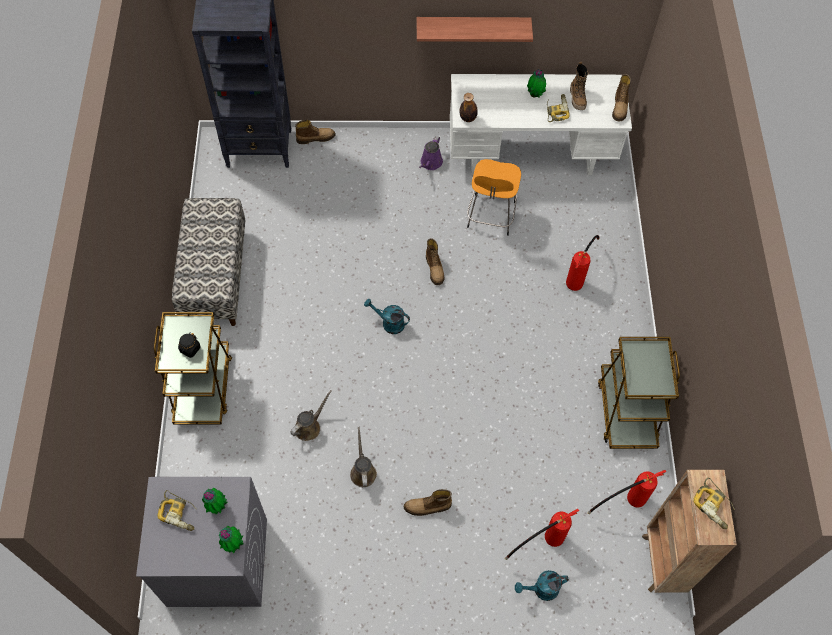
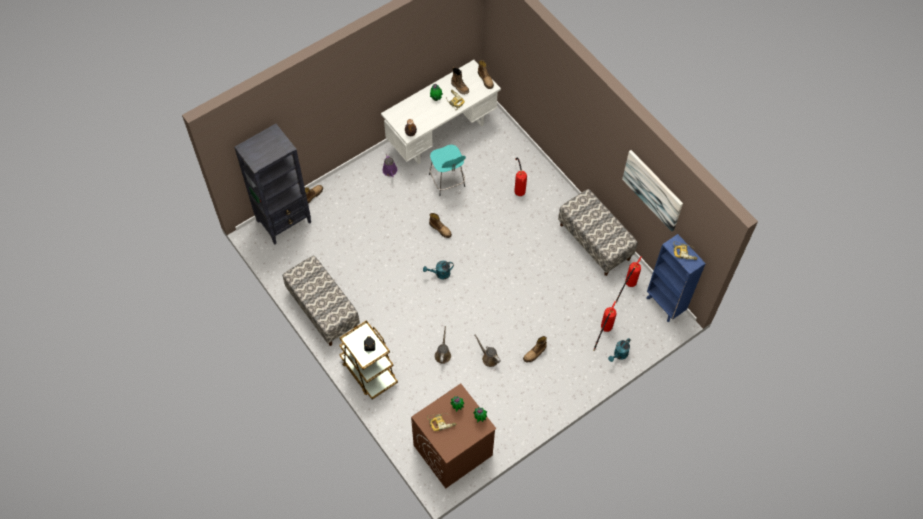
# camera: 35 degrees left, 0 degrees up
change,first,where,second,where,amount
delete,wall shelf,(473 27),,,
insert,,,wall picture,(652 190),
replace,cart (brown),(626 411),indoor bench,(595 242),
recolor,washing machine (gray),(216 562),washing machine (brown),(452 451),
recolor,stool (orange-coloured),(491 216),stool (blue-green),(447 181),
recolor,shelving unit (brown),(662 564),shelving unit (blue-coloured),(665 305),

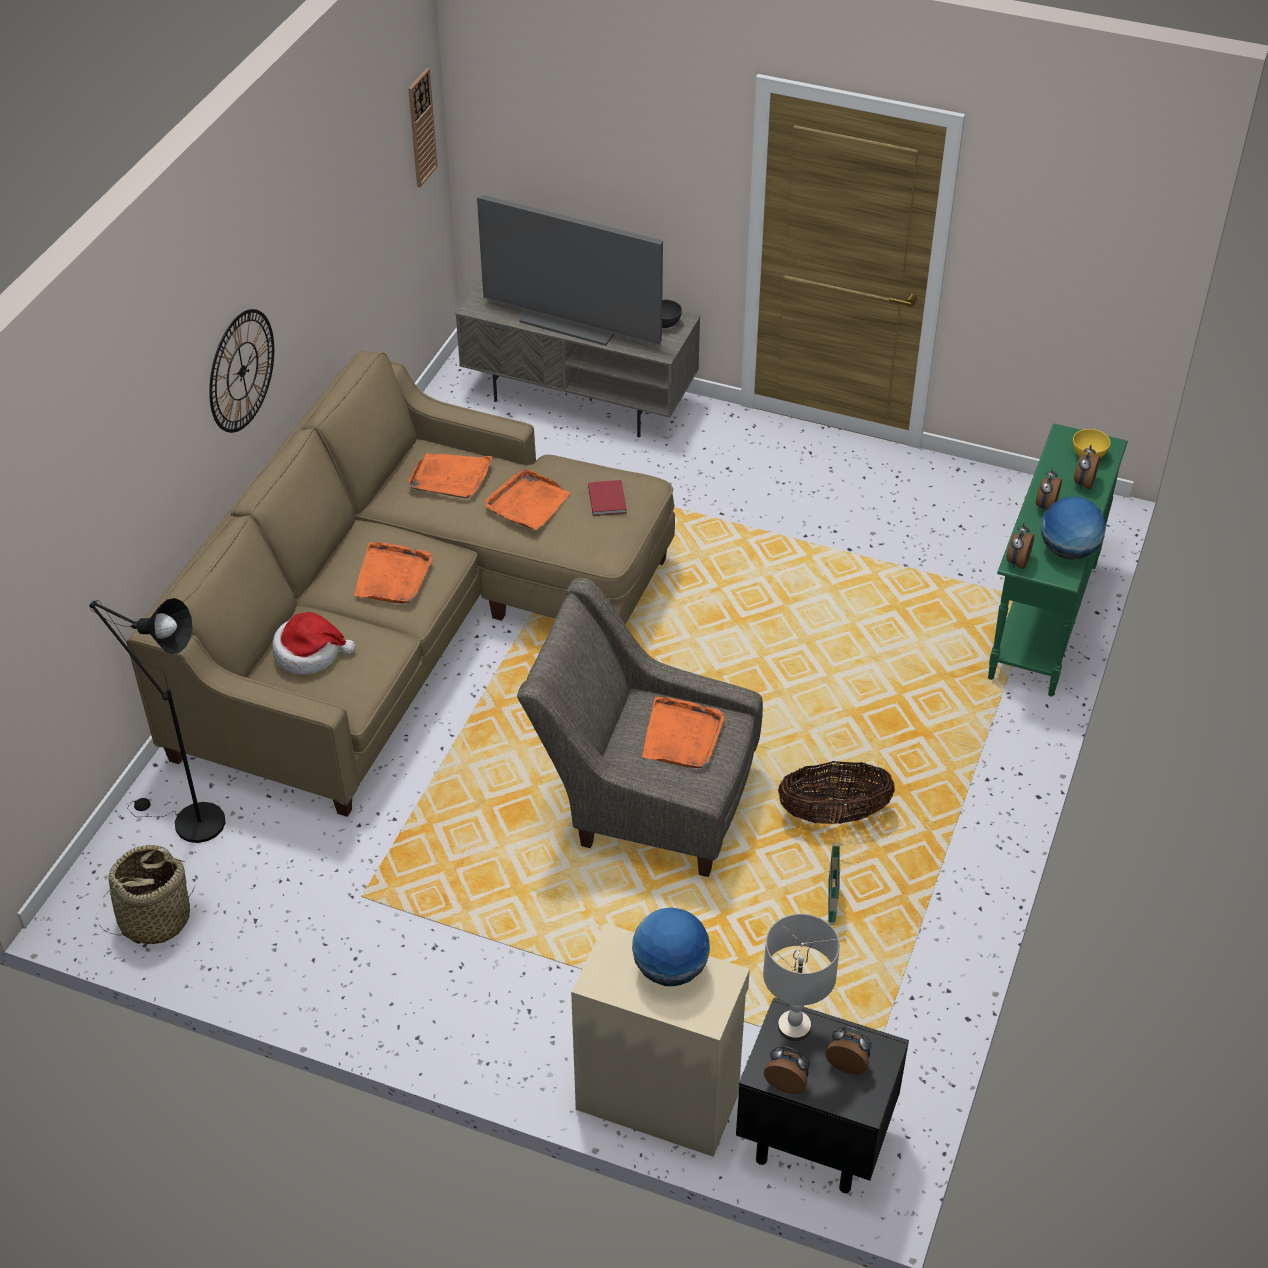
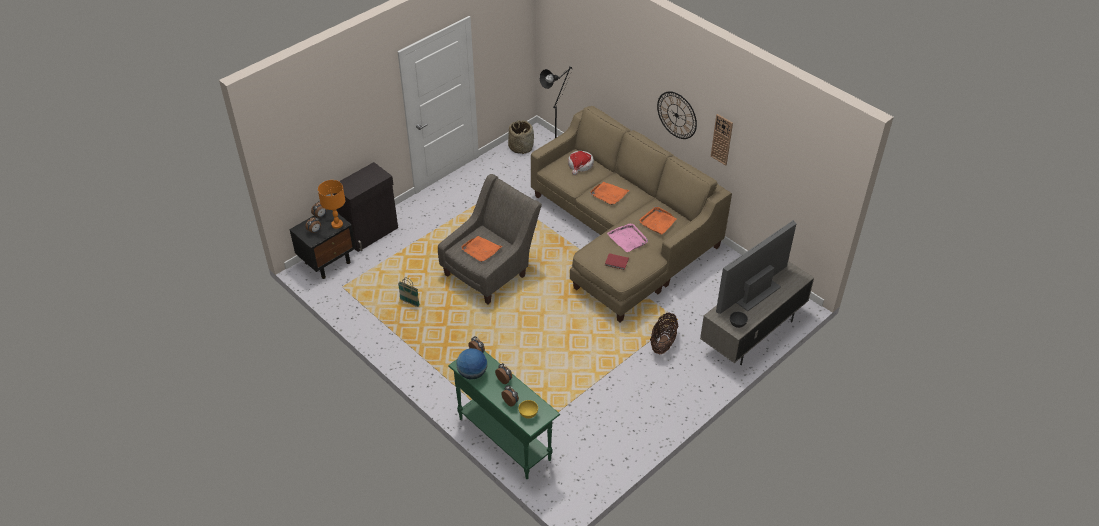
# camera: 115 degrees right, 0 degrees up
change,first,where,second,where,amount
delete,world globe,(670 969),,,
move,hanging clock,(421 128),,(722 139),
move,household basket,(833 814),,(663 343),
recolor,tray (orange-coloured),(527 503),tray (pinkish),(628 239),
recolor,storage cabinet (beige-coloured),(657 1098),storage cabinet (blackish),(371 233),
recolor,table lamp (gray),(794 1027),table lamp (orange-coloured),(337 224),

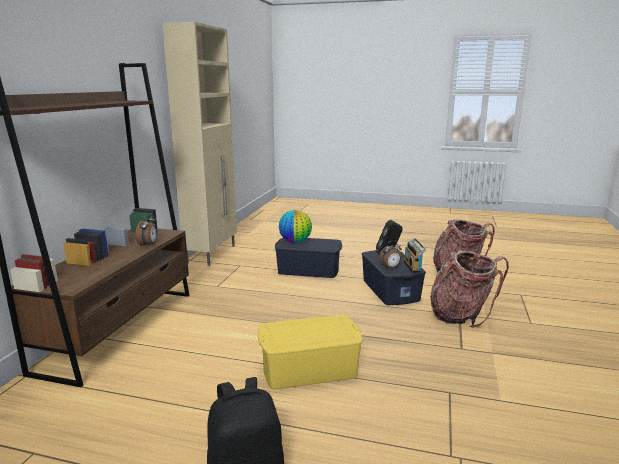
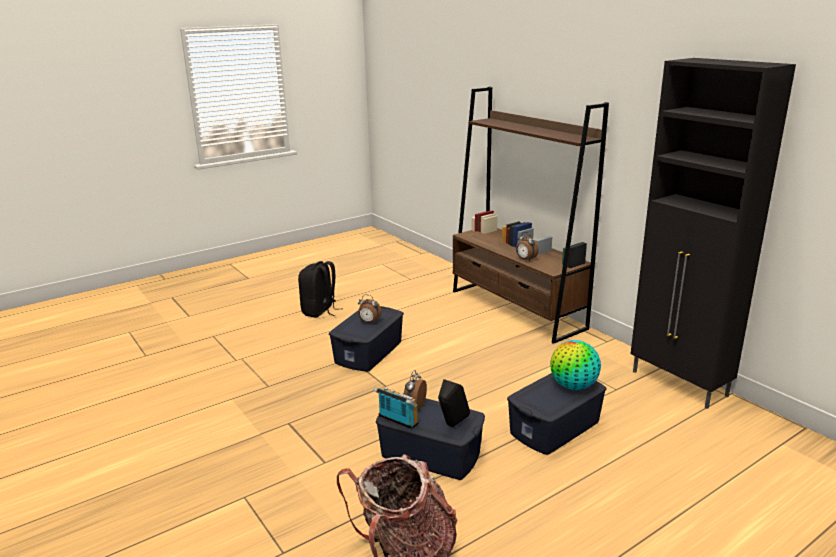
# camera: 130 degrees right, 5 degrees up
change,first,where,second,where,amount
delete,knapsack,(462 315),,,
insert,,,alarm clock,(369 322),
recolor,storage cabinet (beige-coloured),(212 254),storage cabinet (blackish),(679 384),
recolor,storage bin (yellowish),(309 369),storage bin (blue-coloured),(369 352),

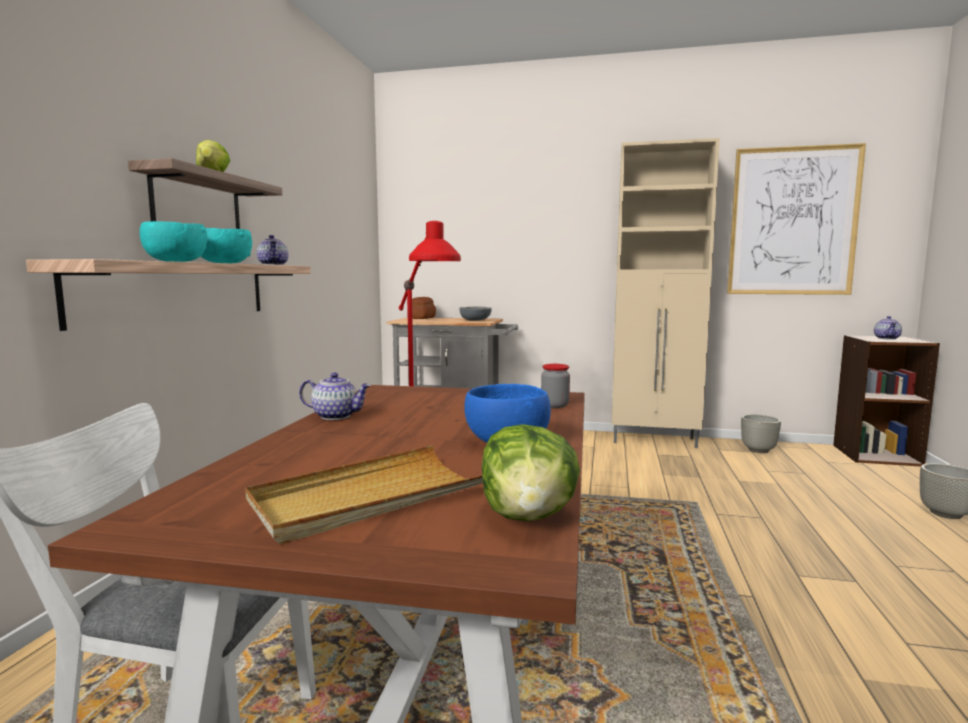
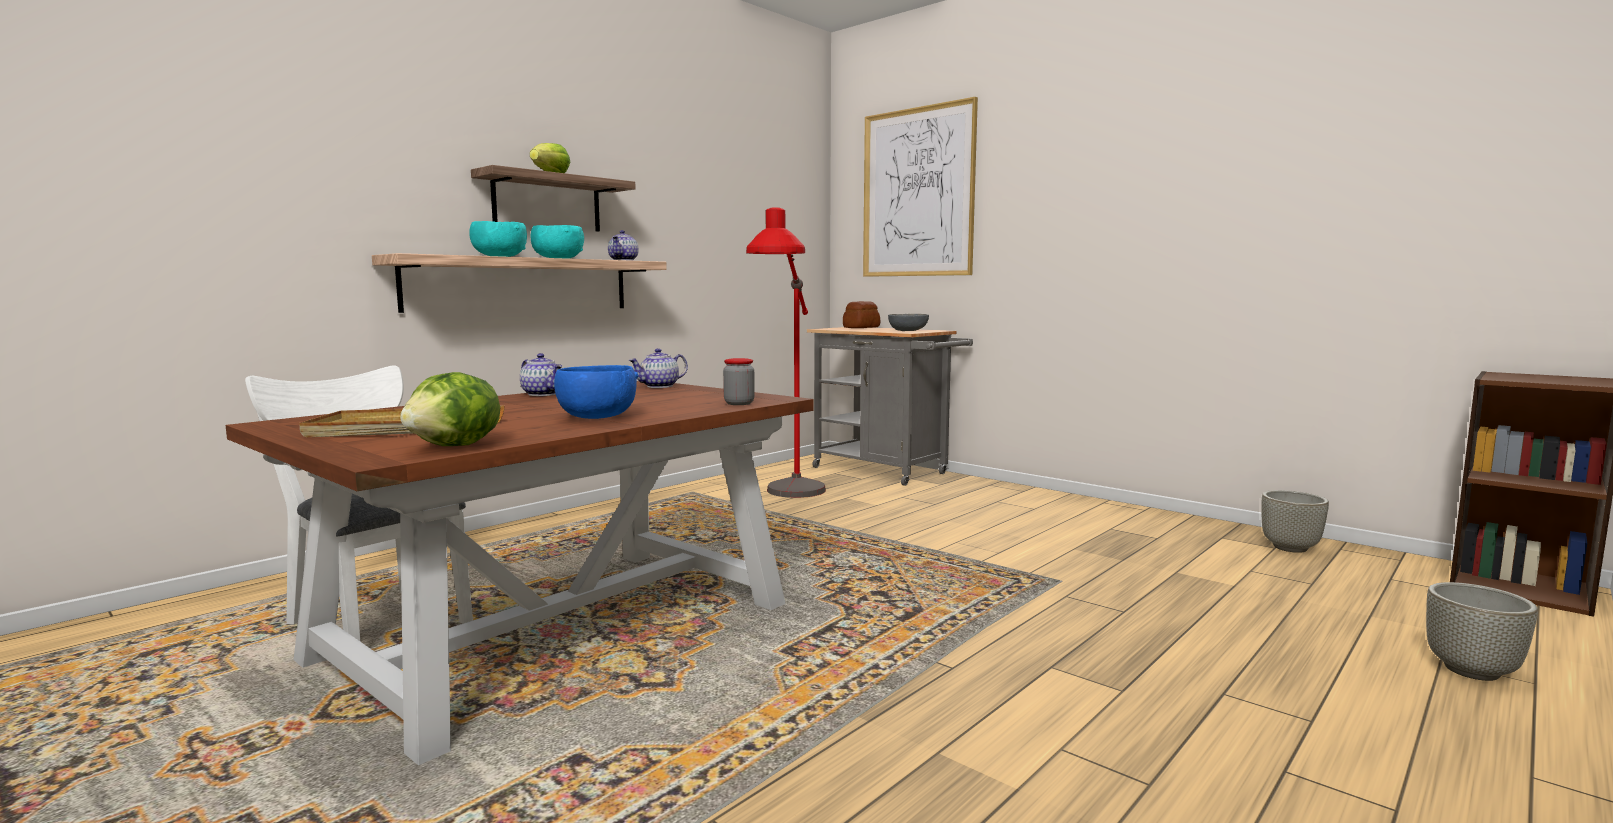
# camera: 30 degrees right, 0 degrees up
change,first,where,second,where,amount
delete,storage cabinet (beige-coloured),(655 441),,,
move,wall picture,(792 222),,(918 193),
move,pot for tea,(887 338),,(659 386),

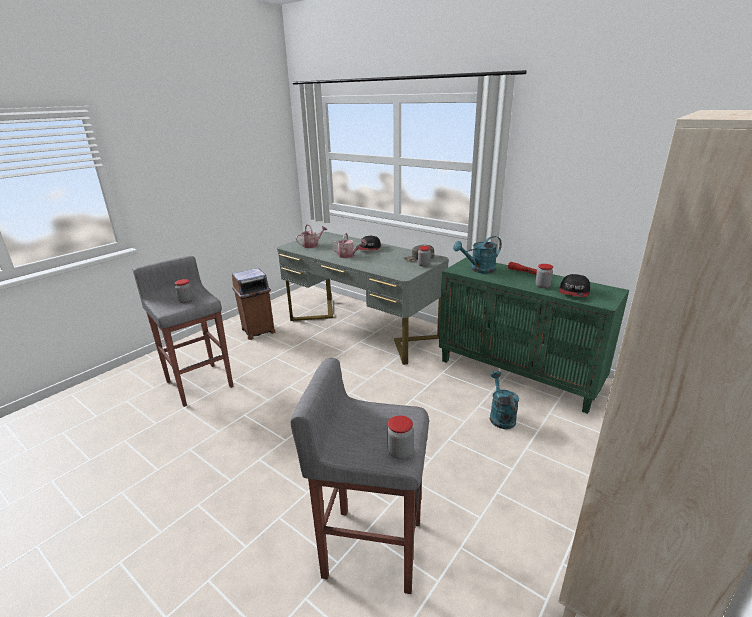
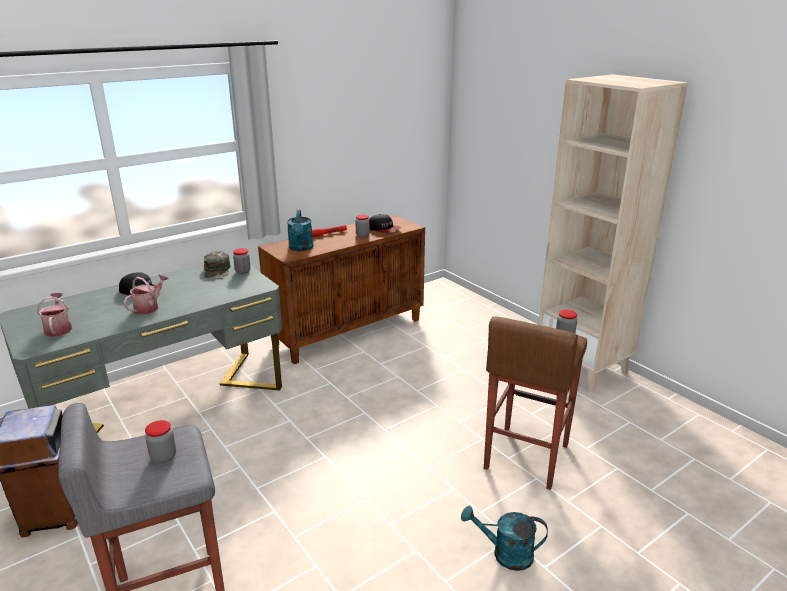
# camera: 75 degrees left, 0 degrees up
change,first,where,second,where,amount
move,sprinkling can (blue-green),(500 416),,(505 554),
recolor,stool (gray),(371 547),stool (brown),(525 457),
recolor,storage cabinet (greenish),(518 374),storage cabinet (brown),(348 331),

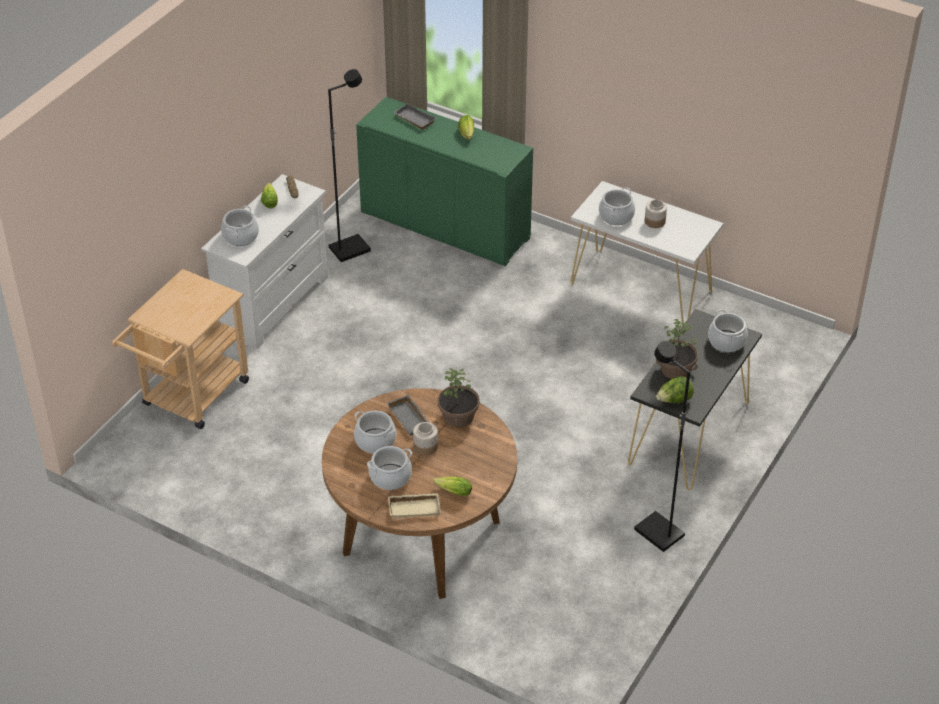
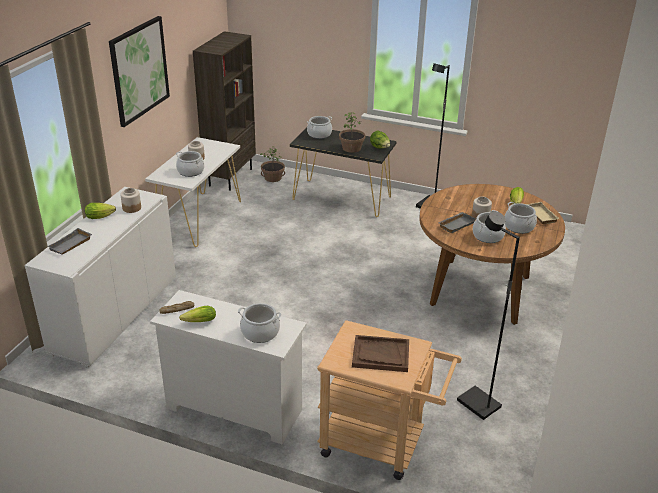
# camera: 100 degrees left, 10 degrees down
change,first,where,second,where,amount
insert,,,wall picture,(139 70),
insert,,,jar,(132 208),
insert,,,shelving unit (brown),(230 177),
insert,,,tray (brown),(380 355),
move,standard lamp (blackish),(349 249),,(477 404),
move,houseplant,(459 417),,(273 178),
recolor,storage cabinet (greenish),(445 225),storage cabinet (white),(115 314),

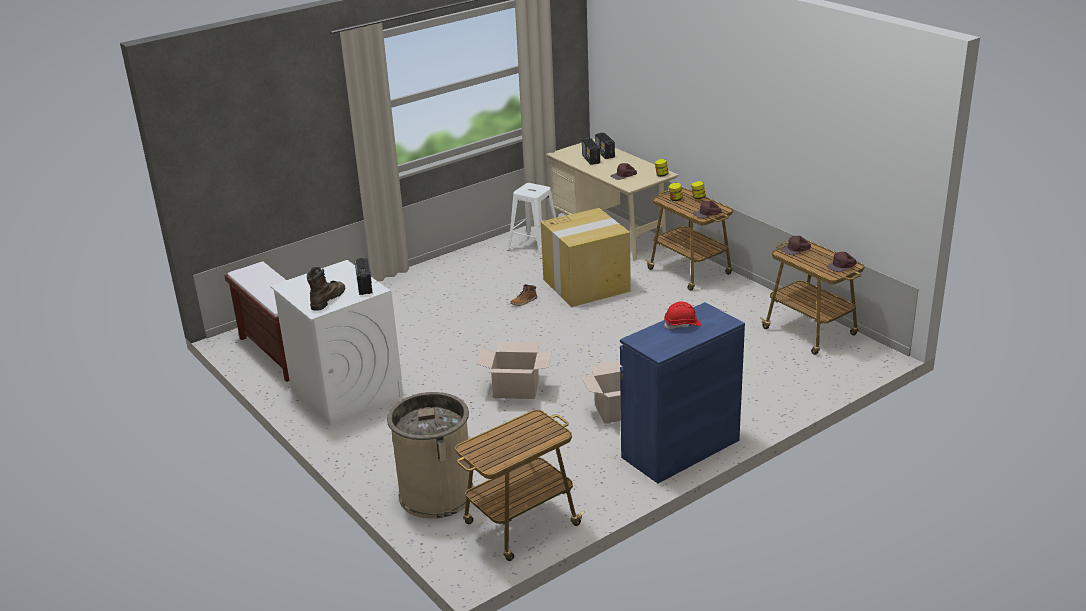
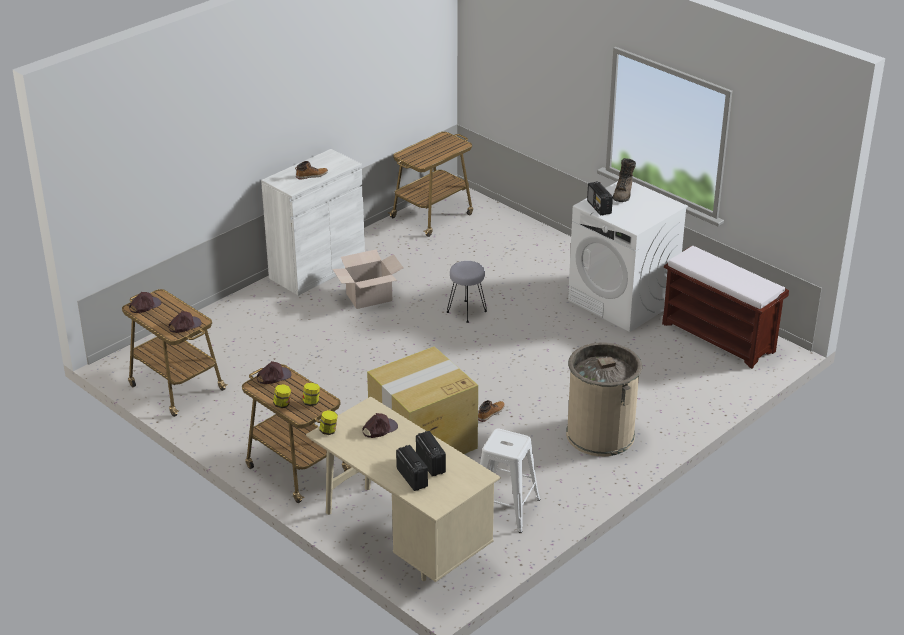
# camera: 170 degrees right, 5 degrees up
change,first,where,second,where,amount
move,trash can (beige-coloured),(436 494),,(600 434),
replace,cardboard box,(516 389),stool (gray),(467 311),
replace,hard hat (red),(682 325),boot,(311 175),
recolor,storage cabinet (blue-coloured),(680 449),storage cabinet (white),(317 269),

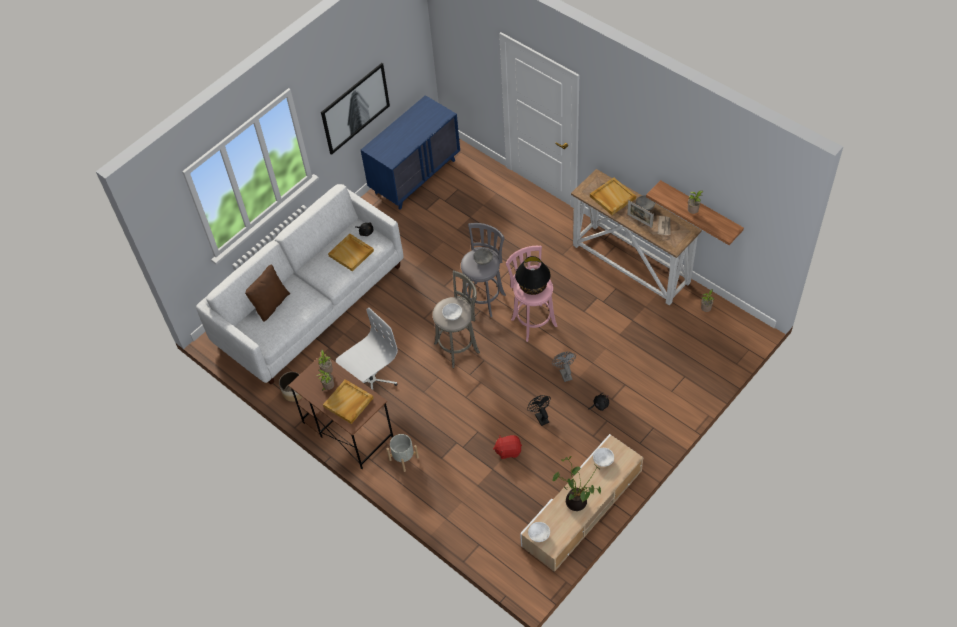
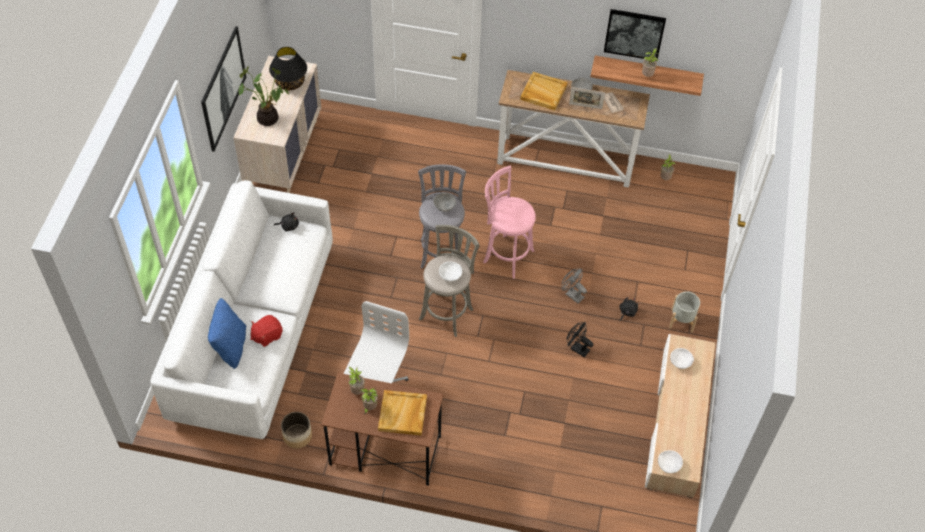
# camera: 35 degrees left, 0 degrees up
change,first,where,second,where,amount
delete,tray (beige-coloured),(351 253),,,
insert,,,wall picture,(634 34),
move,planter (gray),(404 458),,(682 320),
move,cuddly toy (red),(508 450),,(267 335),
move,table lamp (blackish),(533 286),,(290 82),
move,houseplant,(577 500),,(268 117),
recolor,cushion (brown),(271 304),cushion (blue-coloured),(230 346),
recolor,dresser (blue-coloured),(415 176),dresser (beige-coloured),(283 152),

